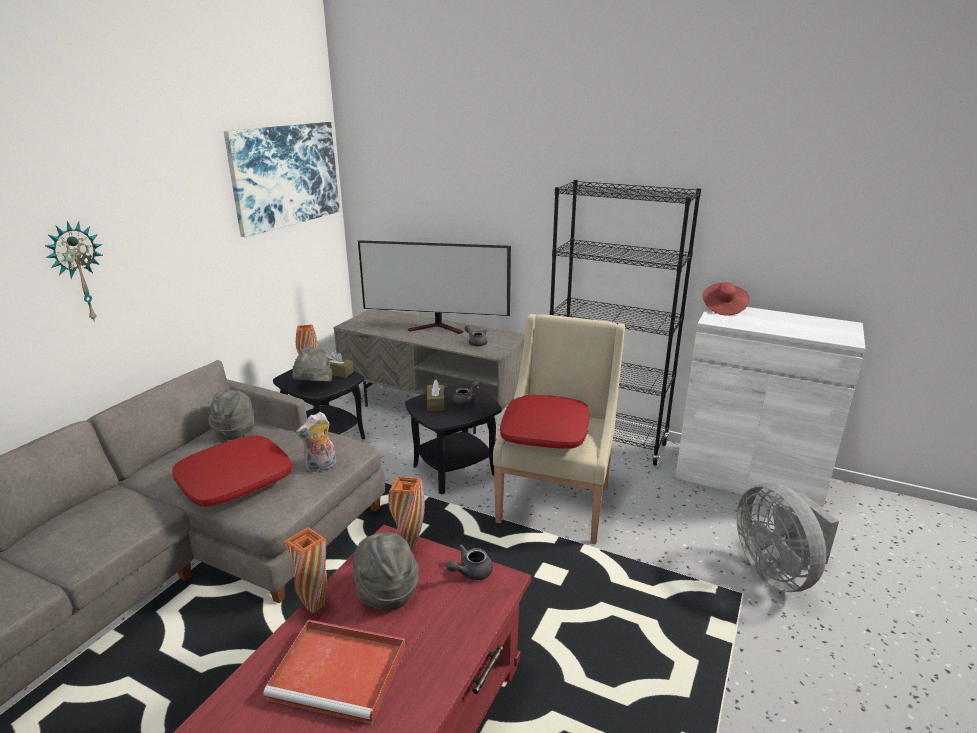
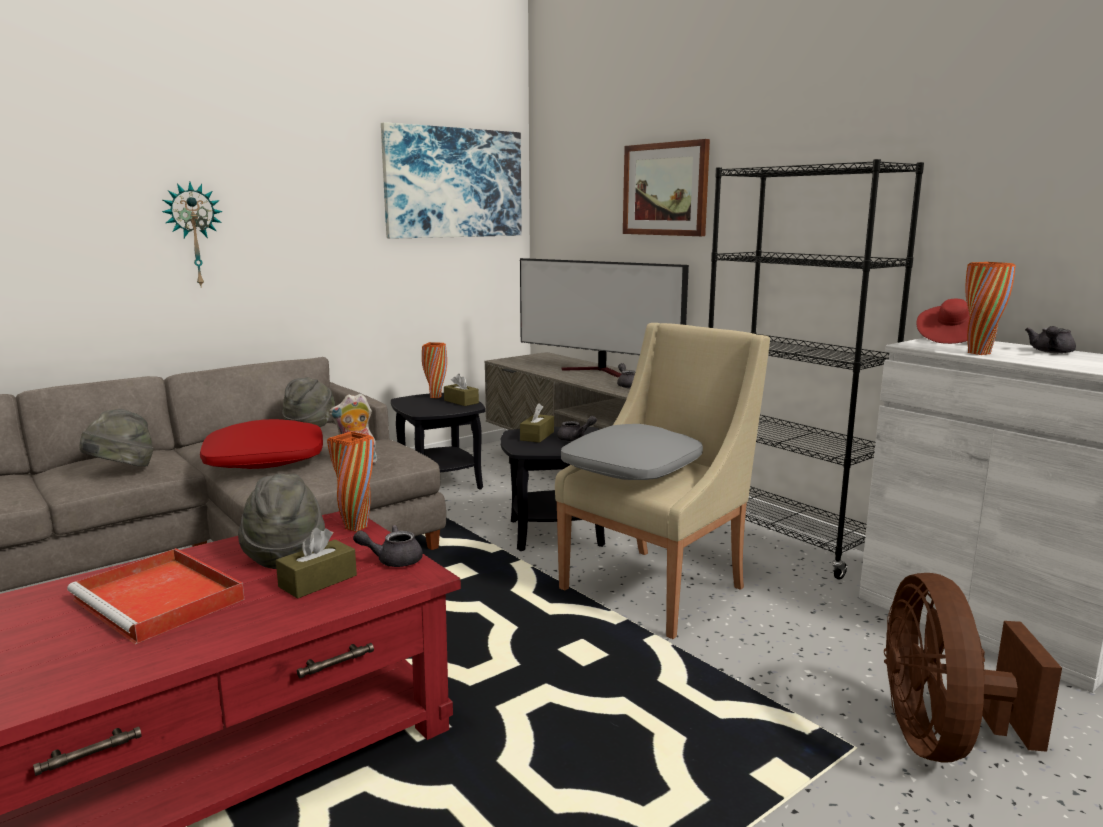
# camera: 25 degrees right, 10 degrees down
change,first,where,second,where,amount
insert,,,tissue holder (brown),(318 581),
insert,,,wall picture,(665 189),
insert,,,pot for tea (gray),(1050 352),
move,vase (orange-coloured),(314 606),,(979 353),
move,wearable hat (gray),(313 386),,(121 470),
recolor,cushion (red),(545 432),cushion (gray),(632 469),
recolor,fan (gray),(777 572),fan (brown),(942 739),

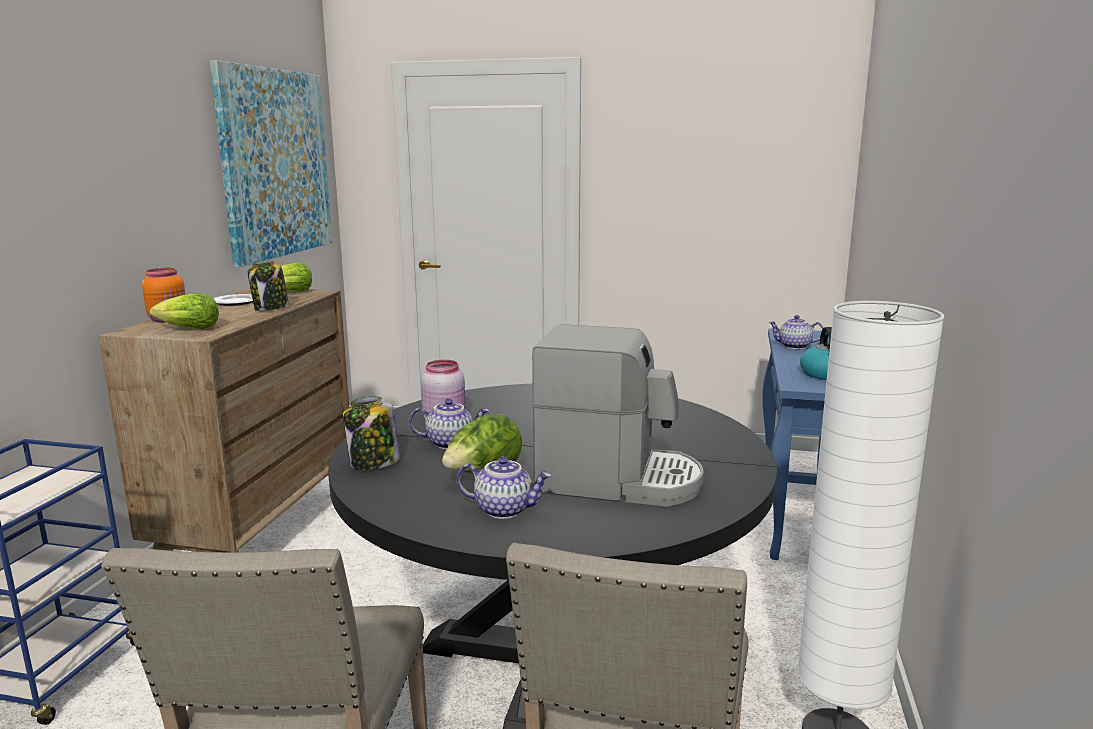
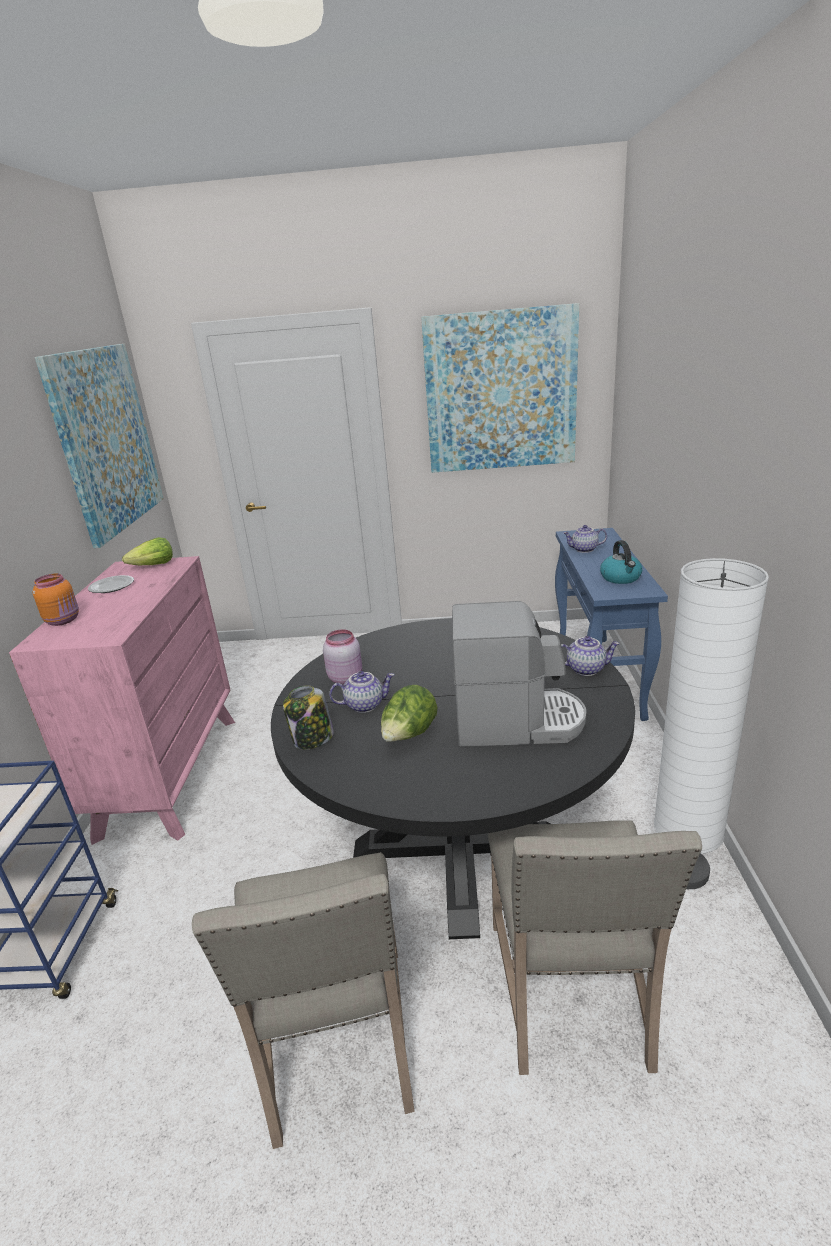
# camera: 10 degrees left, 10 degrees up
change,first,where,second,where,amount
delete,lettuce head,(188 329),,,
delete,jar,(271 308),,,
insert,,,wall picture,(500 391),
move,pot for tea,(504 509),,(586 669),
recolor,dresser (brown),(260 531),dresser (pinkish),(170 774),

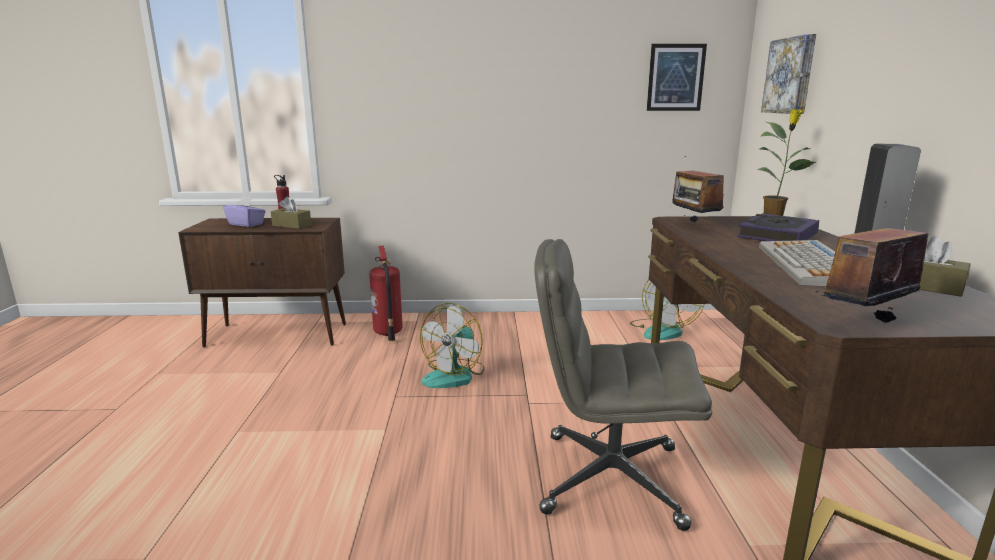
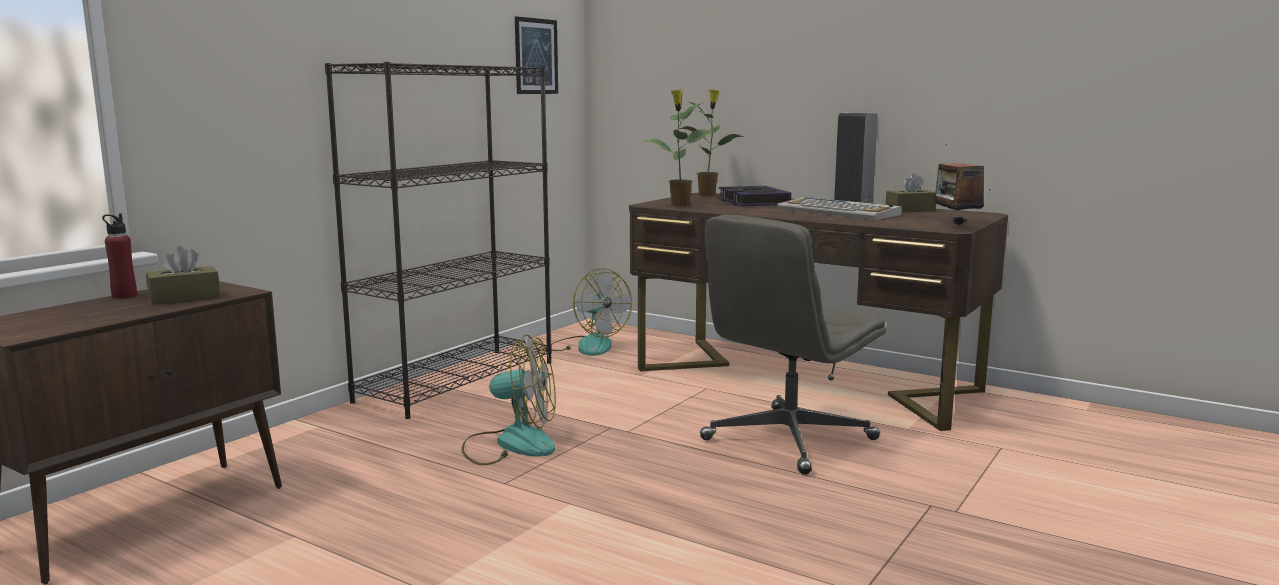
# camera: 55 degrees left, 5 degrees down
change,first,where,second,where,amount
delete,tissue holder (purplish),(246 224),,,
delete,extinguisher,(388 333),,,
delete,wall picture,(790 76),,,
insert,,,shelving unit (blackish),(457 381),
replace,radio receiver,(693 224),houseplant,(679 205),
rotate,fan,(455 375),,(511 444),60 degrees counterclockwise

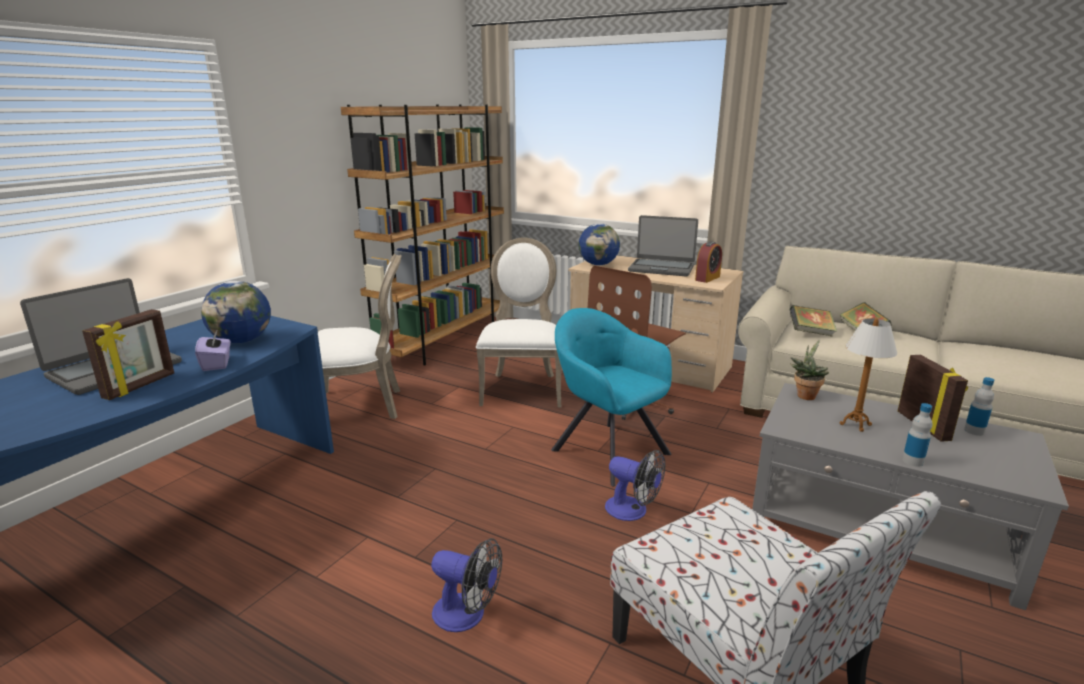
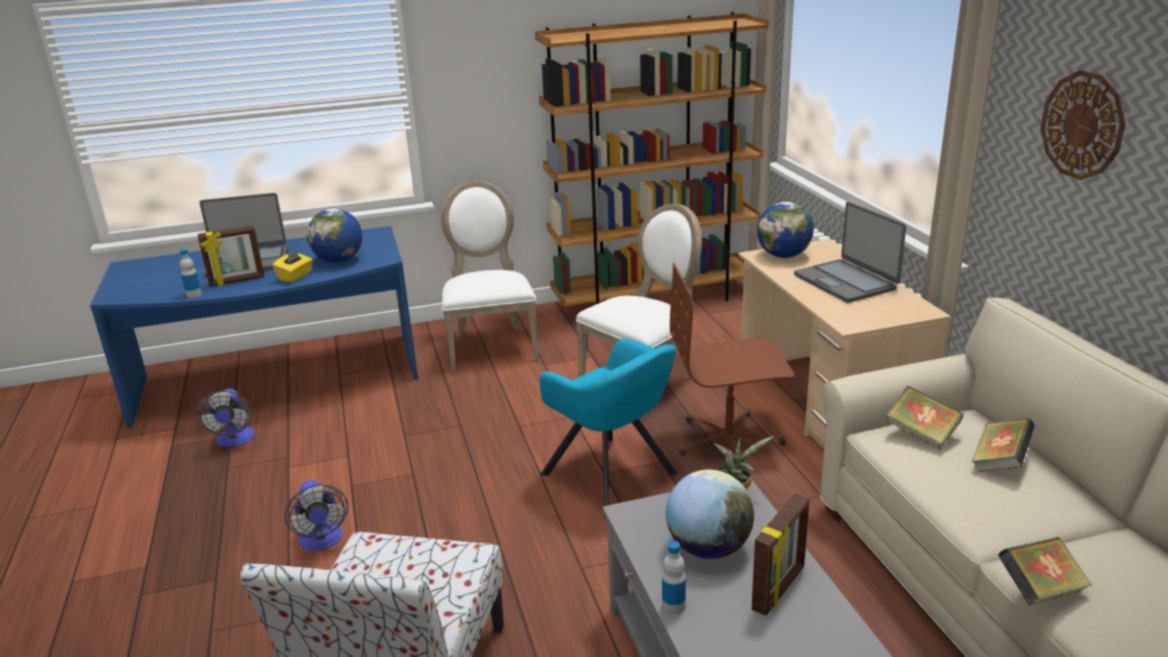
# camera: 45 degrees right, 5 degrees up
change,first,where,second,where,amount
delete,alarm clock,(707 278),,,
insert,,,volume,(1040 590),
insert,,,hanging clock,(1082 125),
move,fan,(633 511),,(235 441),
move,bottle,(974 431),,(194 294),
replace,table lamp,(855 425),world globe,(708 548),
recolor,tissue holder (purplish),(217 364),tissue holder (yellowish),(295 276),
rotate,upright chair (white),(362 406),,(491 346),135 degrees counterclockwise
rotate,easy chair (blue-green),(606 450),,(613 476),135 degrees clockwise

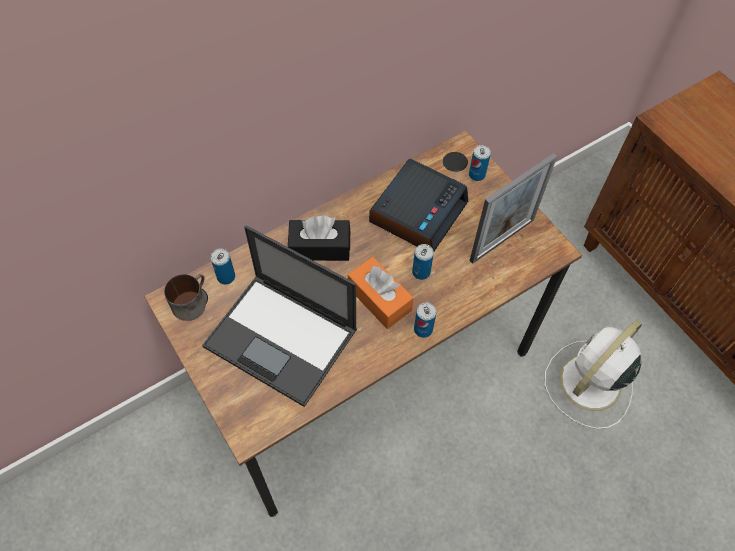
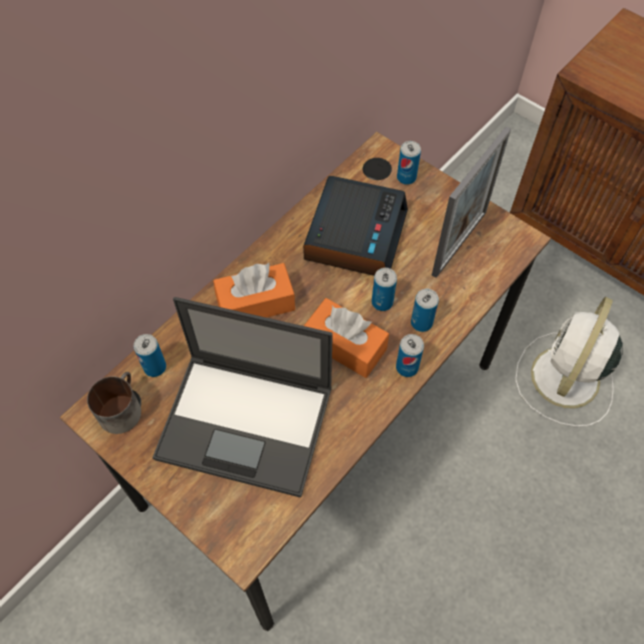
# camera: 15 degrees left, 0 degrees up
change,first,where,second,where,amount
insert,,,sealed can,(421 323),
recolor,tissue holder (blackish),(319 247),tissue holder (orange-coloured),(256 303),

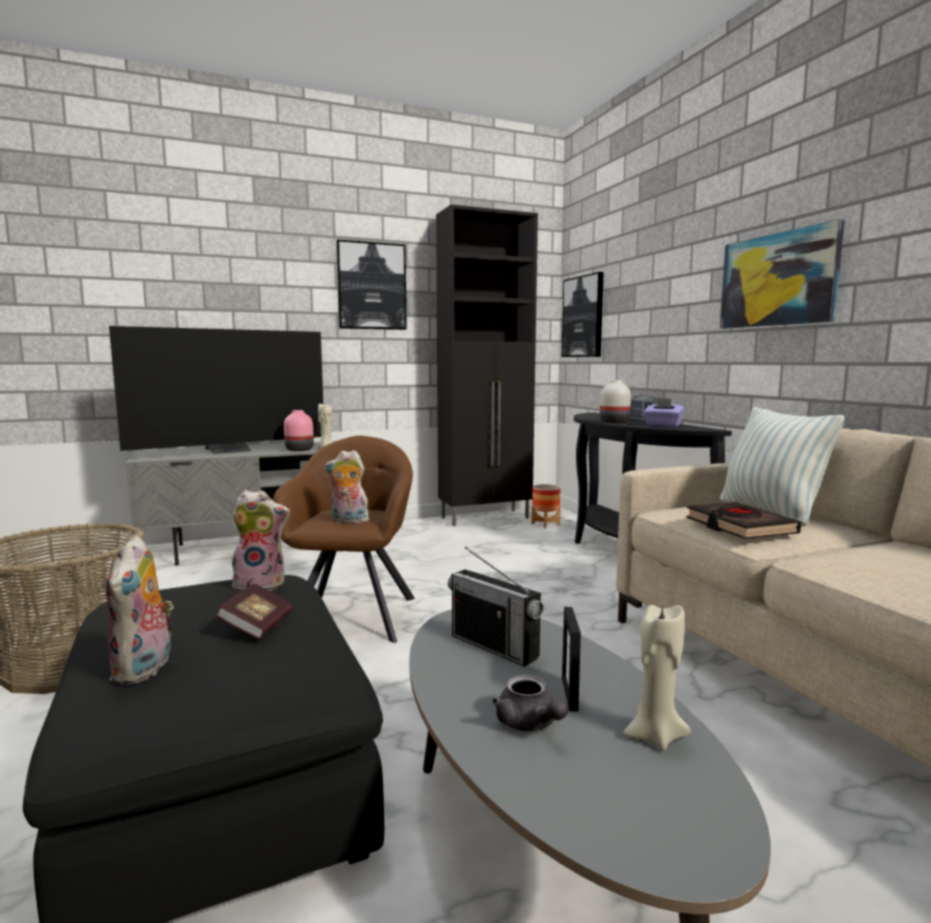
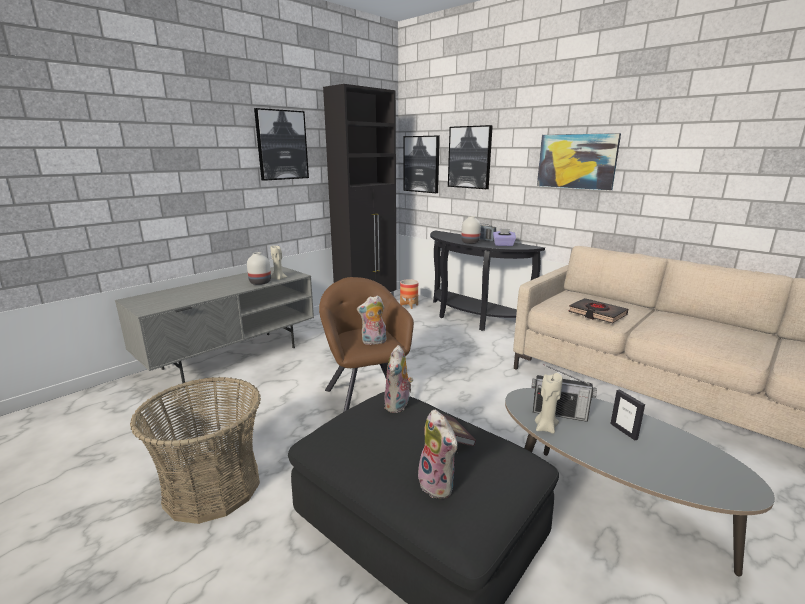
# camera: 25 degrees left, 10 degrees up
change,first,where,second,where,amount
delete,TV set,(230 450),,,
delete,pot for tea (gray),(529 724),,,
delete,cushion,(771 511),,,
insert,,,wall picture,(470 157),
move,candle (beige-coloured),(654 736),,(545 428),
recolor,vase (pinkish),(299 449),vase (white),(260 282),
rotate,cuddly toy,(261 584),,(398 405),135 degrees clockwise

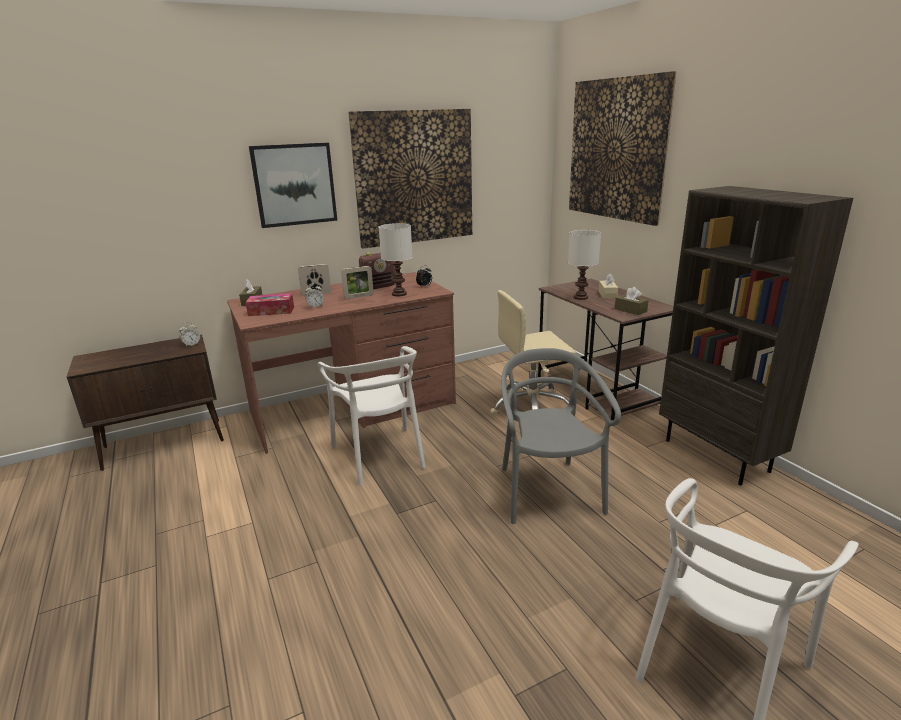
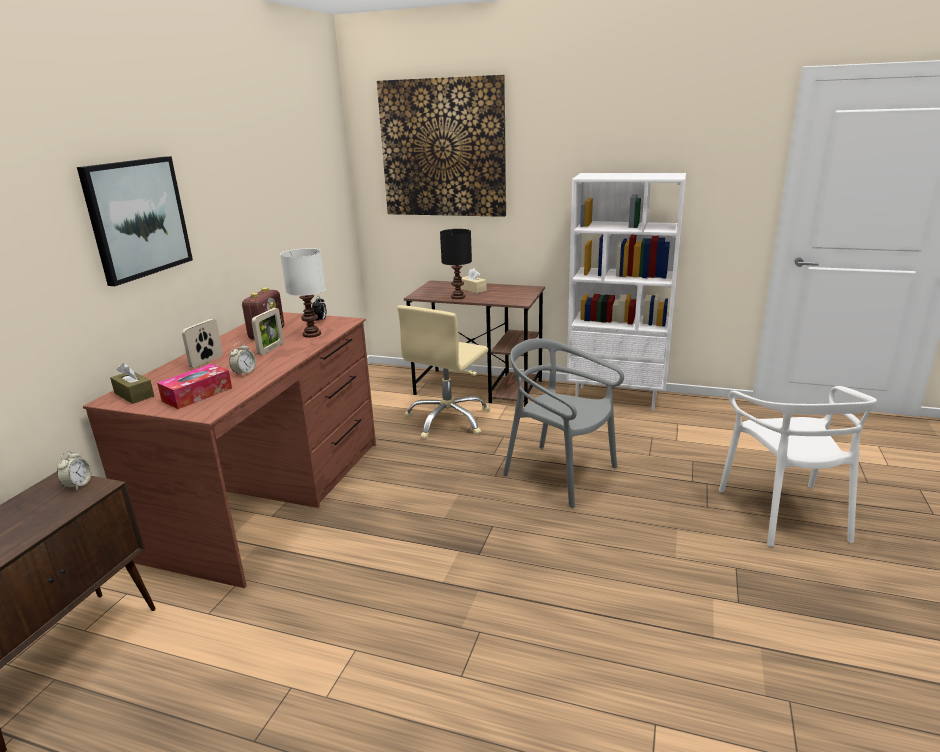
# camera: 45 degrees left, 0 degrees up
change,first,where,second,where,amount
delete,upright chair (white),(380 455),,,
delete,wall picture,(414 178),,,
delete,tissue holder (brown),(630 310),,,
recolor,table lamp (white),(580 297),table lamp (blackish),(457 297),
recolor,shelving unit (brown),(717 455),shelving unit (white),(617 398),

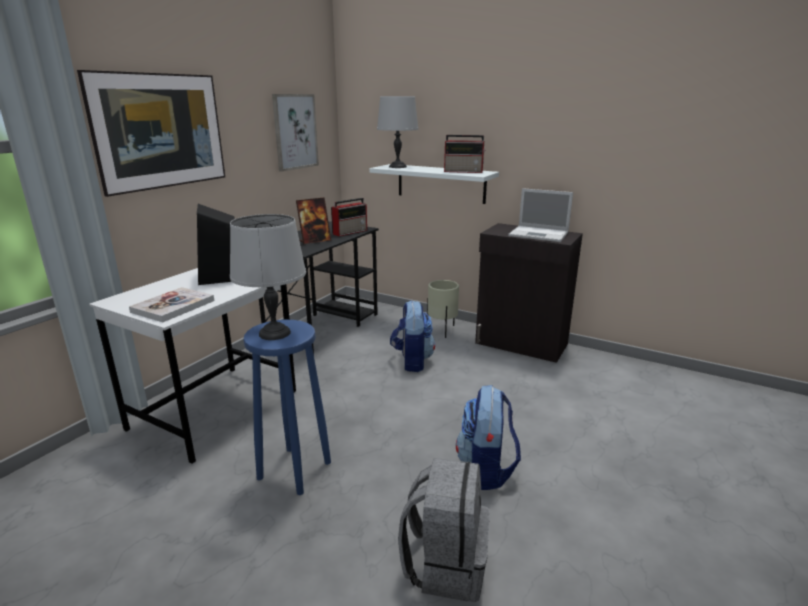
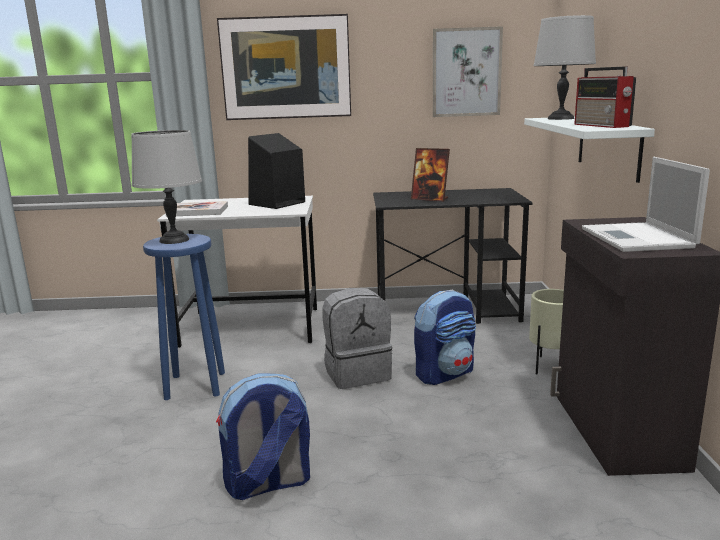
# camera: 60 degrees right, 5 degrees down
change,first,where,second,where,amount
delete,radio receiver,(350 232),,,
move,knapsack (gray),(445 564),,(357 373),

